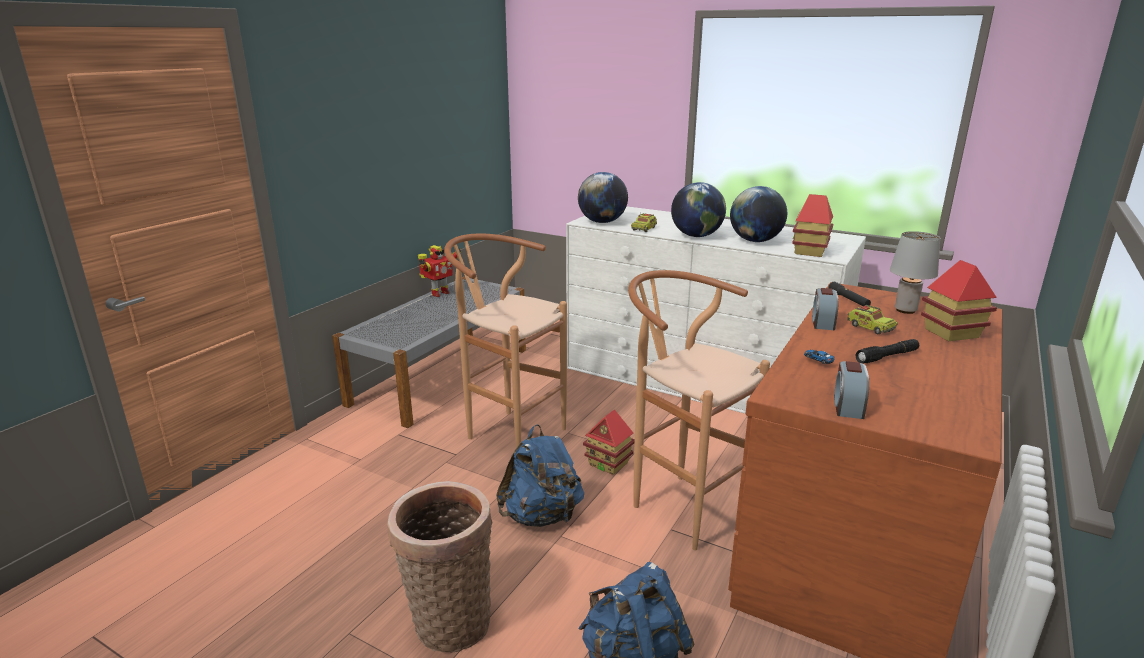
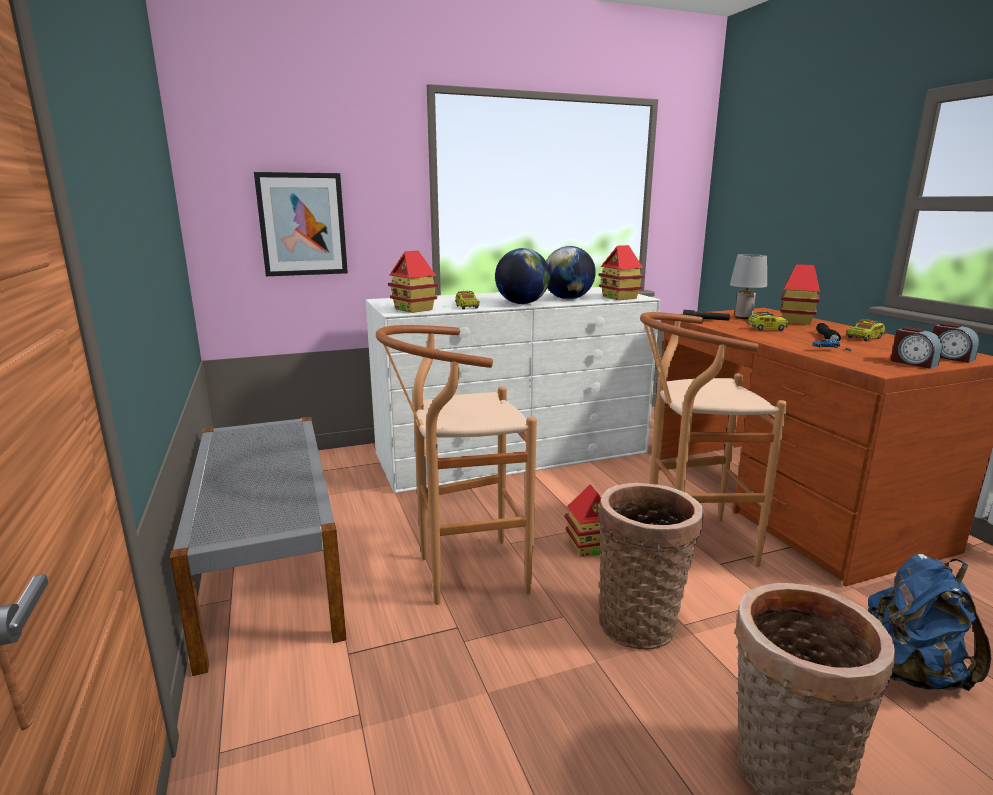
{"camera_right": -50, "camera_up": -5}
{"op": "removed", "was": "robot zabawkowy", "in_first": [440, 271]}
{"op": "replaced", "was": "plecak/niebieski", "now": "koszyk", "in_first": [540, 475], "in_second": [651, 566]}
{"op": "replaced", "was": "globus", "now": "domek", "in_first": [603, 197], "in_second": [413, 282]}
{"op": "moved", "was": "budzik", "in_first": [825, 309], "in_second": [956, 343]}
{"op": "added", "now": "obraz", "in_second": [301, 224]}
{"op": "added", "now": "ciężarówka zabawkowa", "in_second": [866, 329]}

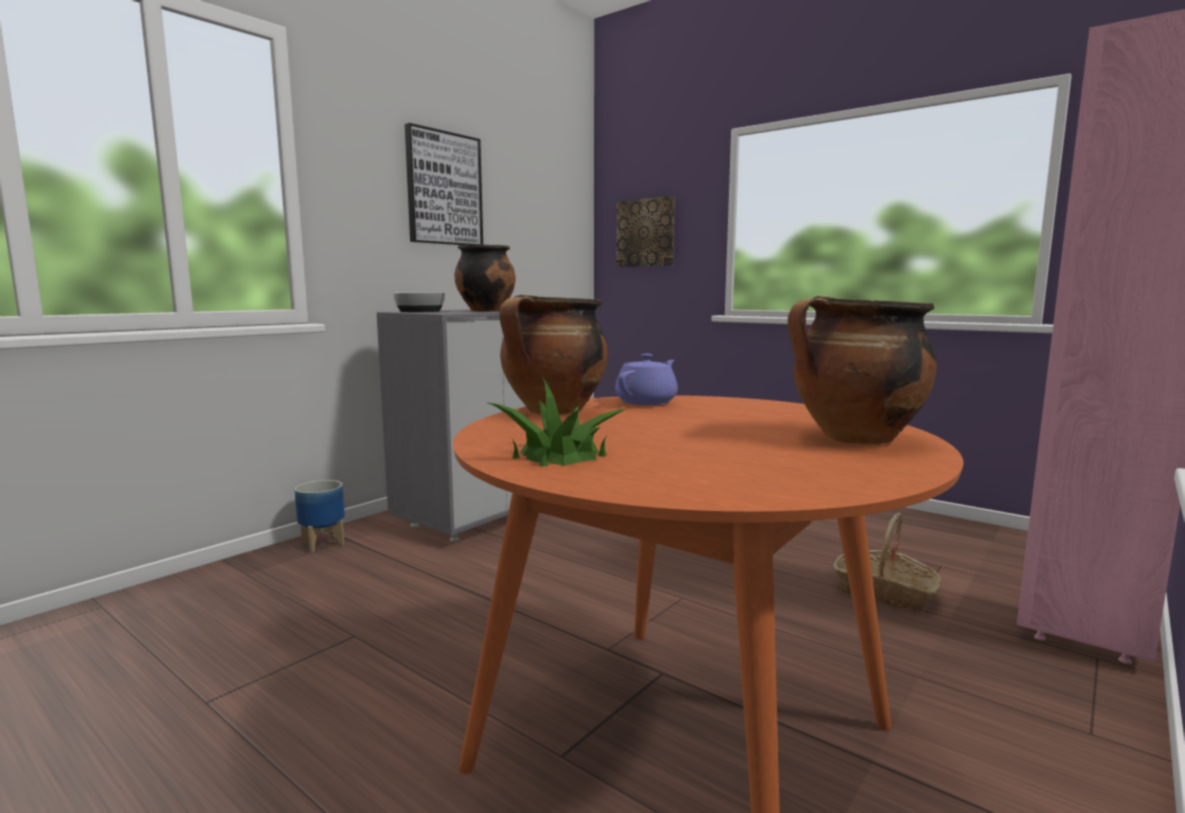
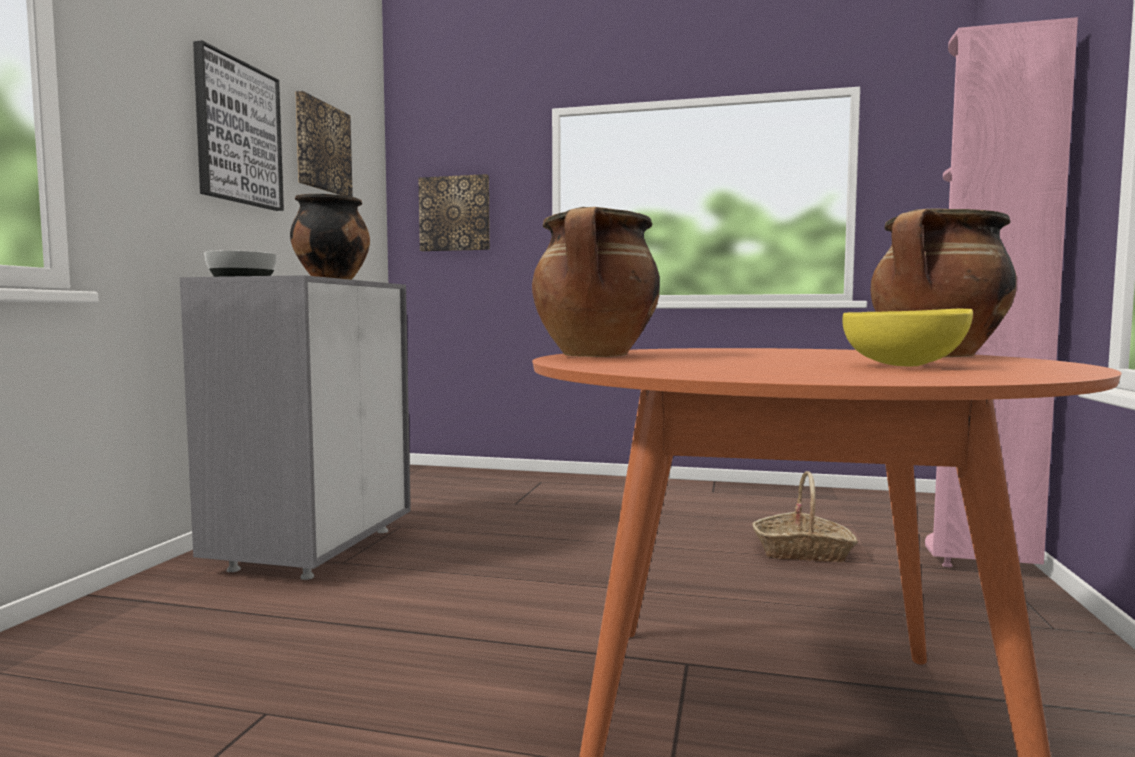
{"camera_right": -25, "camera_up": -5}
{"op": "removed", "was": "donica", "in_first": [320, 516]}
{"op": "removed", "was": "roślina doniczkowa", "in_first": [557, 422]}
{"op": "removed", "was": "imbryk/fioletowy", "in_first": [646, 379]}
{"op": "added", "now": "obraz", "in_second": [324, 144]}
{"op": "added", "now": "miska/żółty", "in_second": [907, 338]}

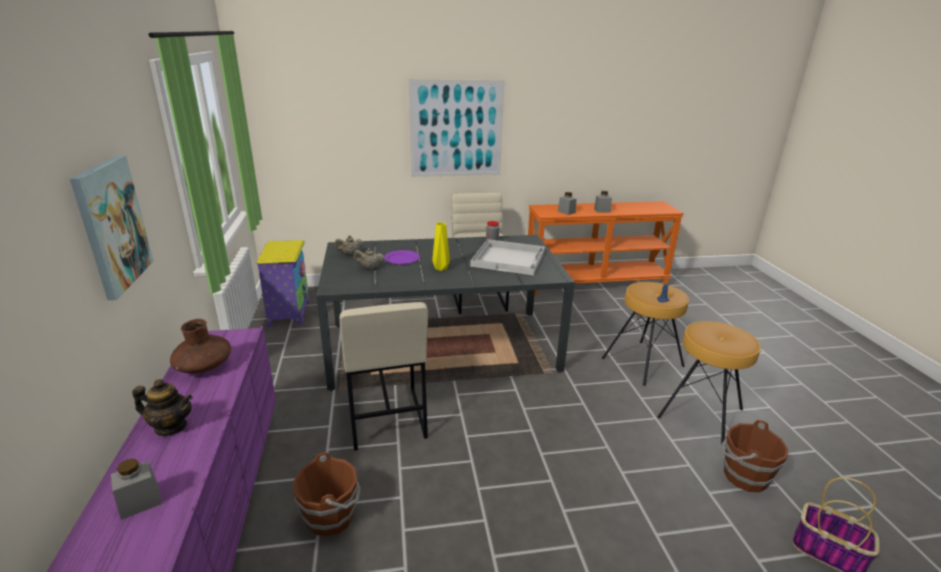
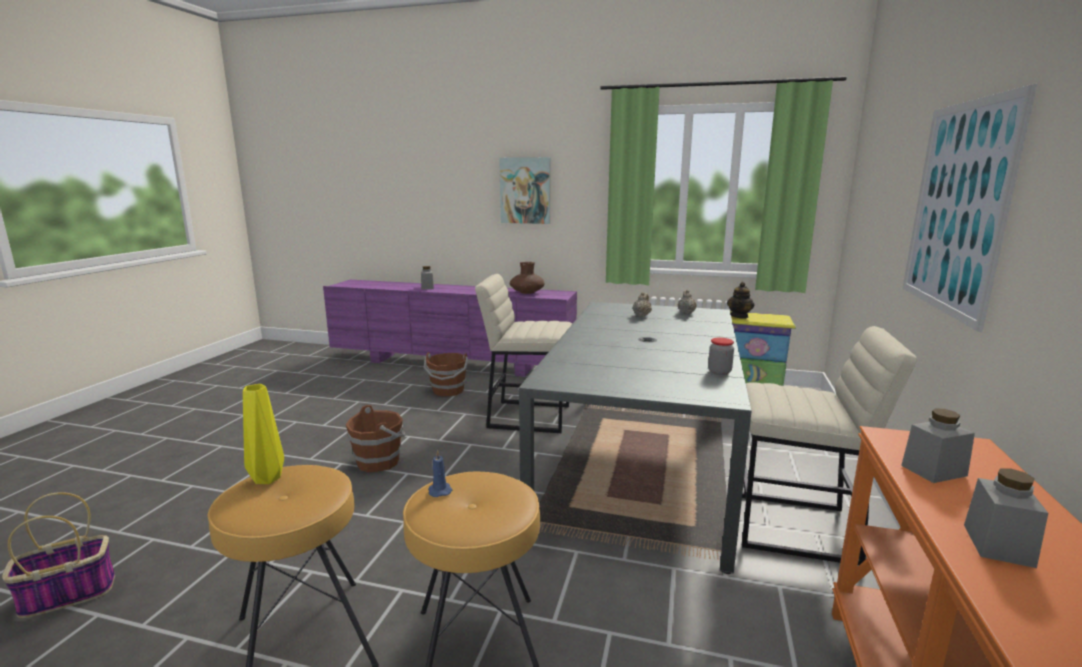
{"camera_right": 115, "camera_up": -10}
{"op": "moved", "was": "imbryk", "in_first": [162, 407], "in_second": [740, 300]}
{"op": "removed", "was": "talerz/fioletowy", "in_first": [402, 257]}
{"op": "moved", "was": "wazon/żółty", "in_first": [441, 246], "in_second": [263, 434]}
{"op": "removed", "was": "taca/biały", "in_first": [507, 257]}
{"op": "moved", "was": "wiadro/brązowy", "in_first": [754, 456], "in_second": [375, 438]}

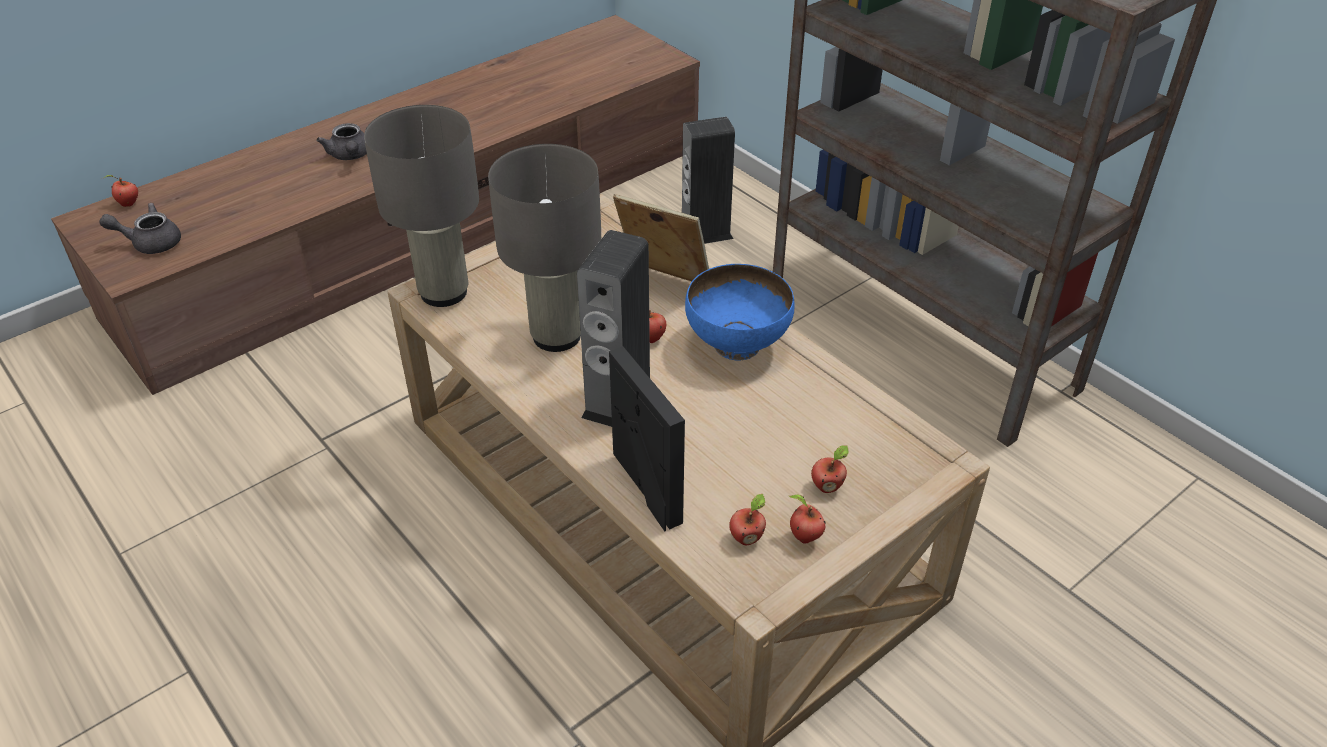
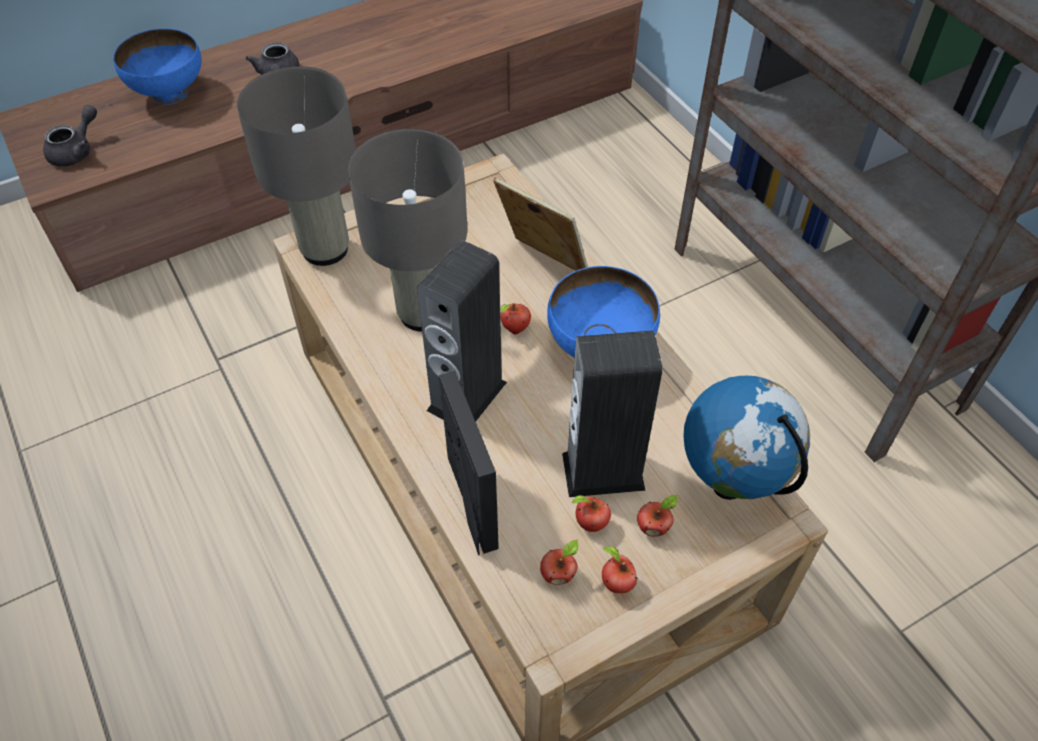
{"camera_right": 10, "camera_up": 10}
{"op": "turned", "was": "imbryk/szary", "in_first": [140, 228], "in_second": [70, 136], "clockwise": 120}
{"op": "moved", "was": "jabłko", "in_first": [121, 191], "in_second": [591, 513]}
{"op": "moved", "was": "głośnik", "in_first": [708, 180], "in_second": [612, 413]}
{"op": "added", "now": "miska/niebieski", "in_second": [157, 66]}
{"op": "added", "now": "globus", "in_second": [746, 438]}

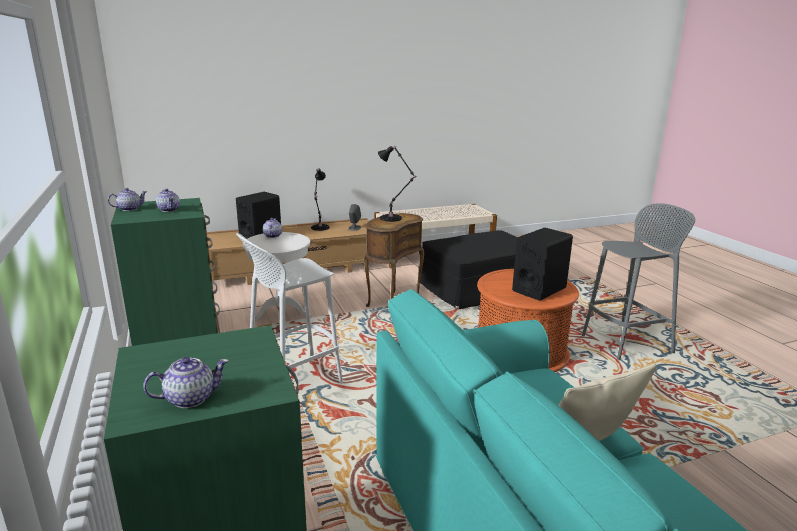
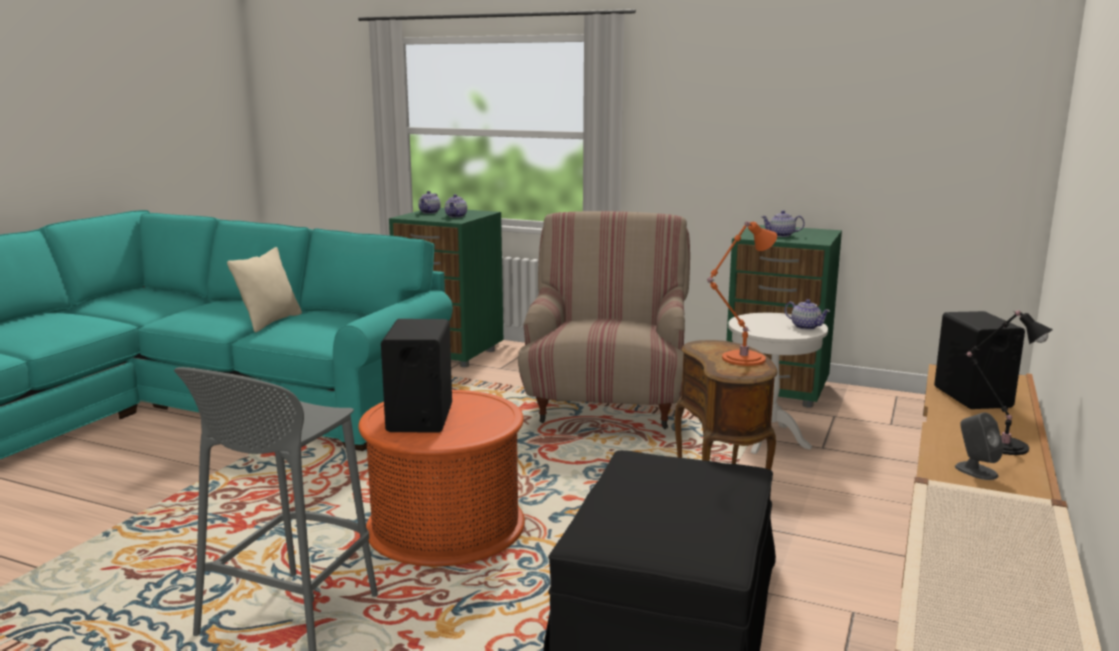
{"camera_right": 135, "camera_up": -5}
{"op": "moved", "was": "imbryk", "in_first": [127, 199], "in_second": [456, 206]}
{"op": "replaced", "was": "stołek/biały", "now": "fotel/beżowy", "in_first": [289, 308], "in_second": [604, 320]}
{"op": "recoloured", "was": "lampa stołowa/czarny", "now": "lampa stołowa/pomarańczowy", "in_first": [397, 184], "in_second": [742, 293]}

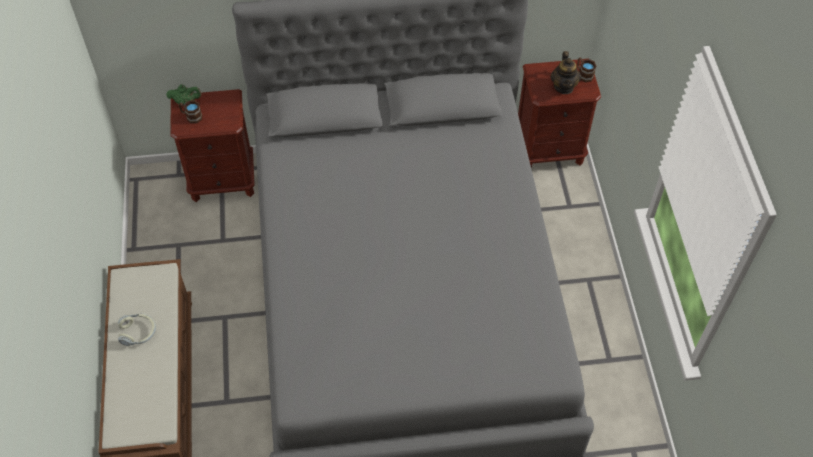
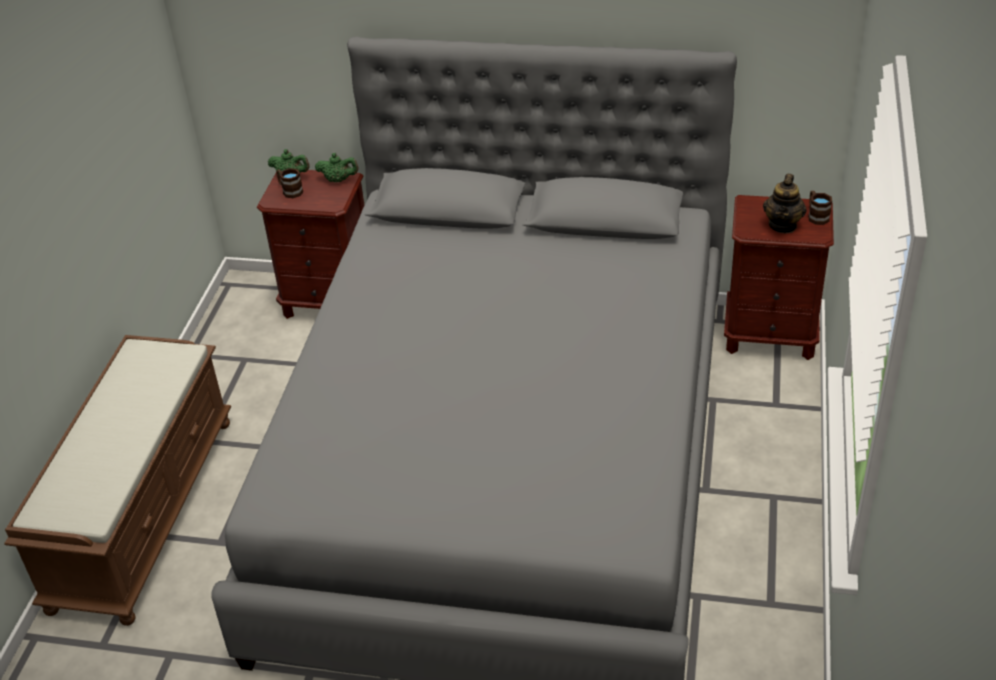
{"camera_right": 20, "camera_up": -15}
{"op": "removed", "was": "słuchawki", "in_first": [137, 329]}
{"op": "added", "now": "imbryk/zielony", "in_second": [337, 167]}

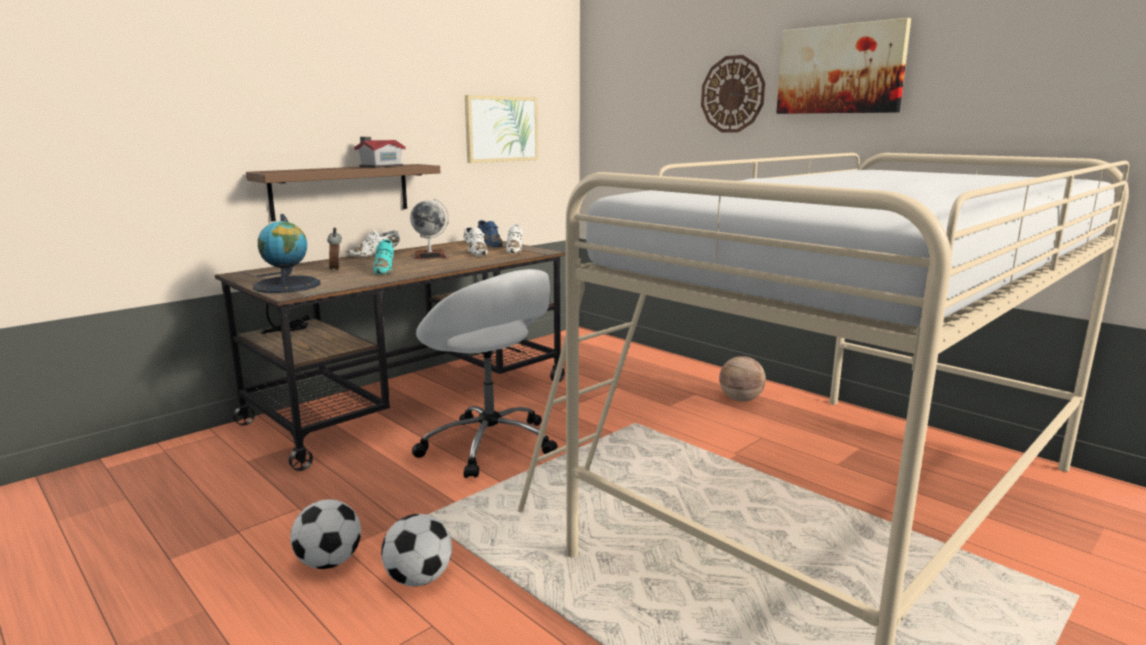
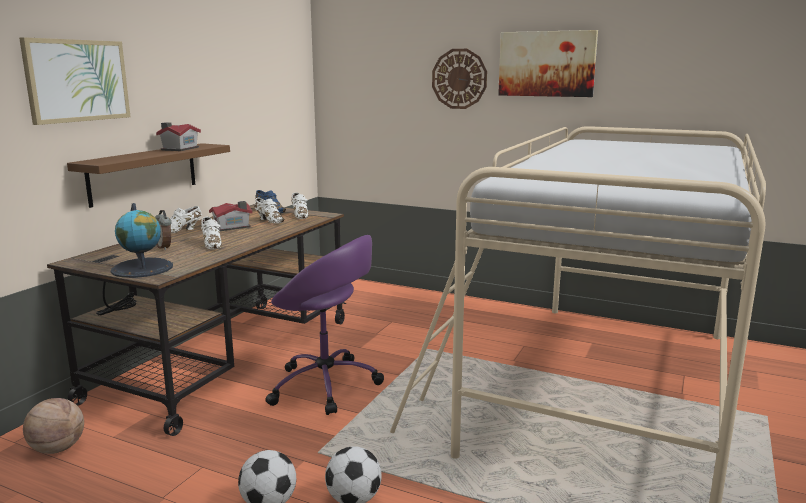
{"camera_right": -20, "camera_up": 0}
{"op": "recoloured", "was": "but/turkusowy", "now": "but/biały", "in_first": [383, 256], "in_second": [211, 233]}
{"op": "replaced", "was": "globus", "now": "domek", "in_first": [429, 228], "in_second": [230, 216]}
{"op": "recoloured", "was": "krzesło biurowe/biały", "now": "krzesło biurowe/fioletowy", "in_first": [485, 373], "in_second": [324, 325]}
{"op": "moved", "was": "obraz", "in_first": [501, 129], "in_second": [74, 81]}
{"op": "moved", "was": "piłka do koszykówki", "in_first": [742, 379], "in_second": [53, 426]}

